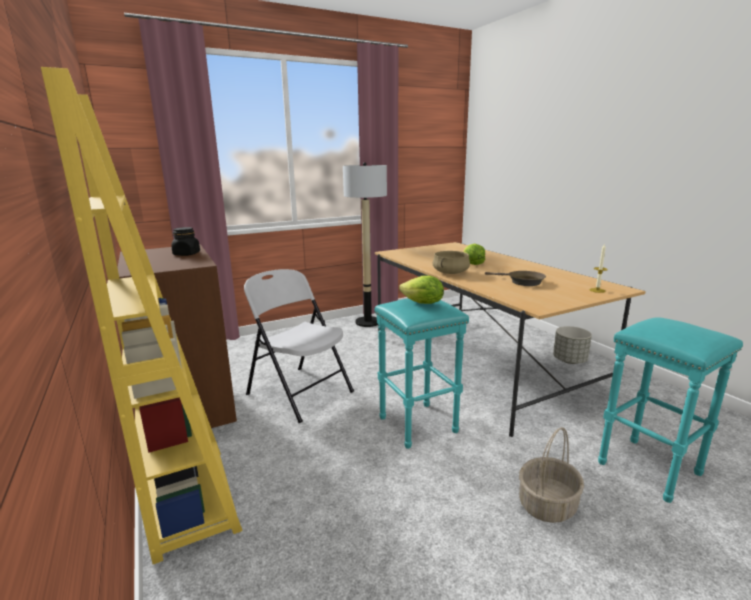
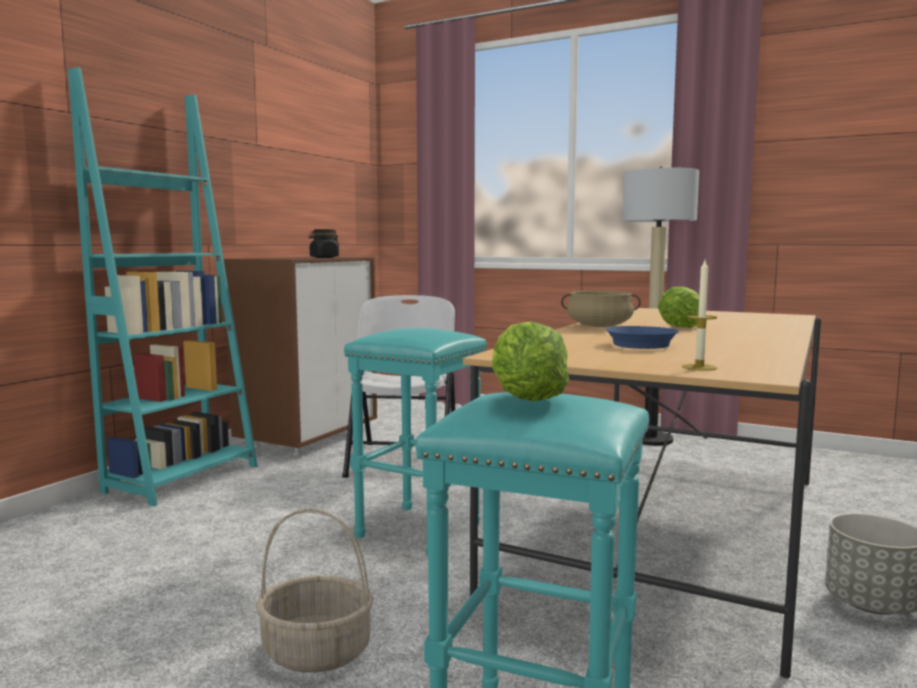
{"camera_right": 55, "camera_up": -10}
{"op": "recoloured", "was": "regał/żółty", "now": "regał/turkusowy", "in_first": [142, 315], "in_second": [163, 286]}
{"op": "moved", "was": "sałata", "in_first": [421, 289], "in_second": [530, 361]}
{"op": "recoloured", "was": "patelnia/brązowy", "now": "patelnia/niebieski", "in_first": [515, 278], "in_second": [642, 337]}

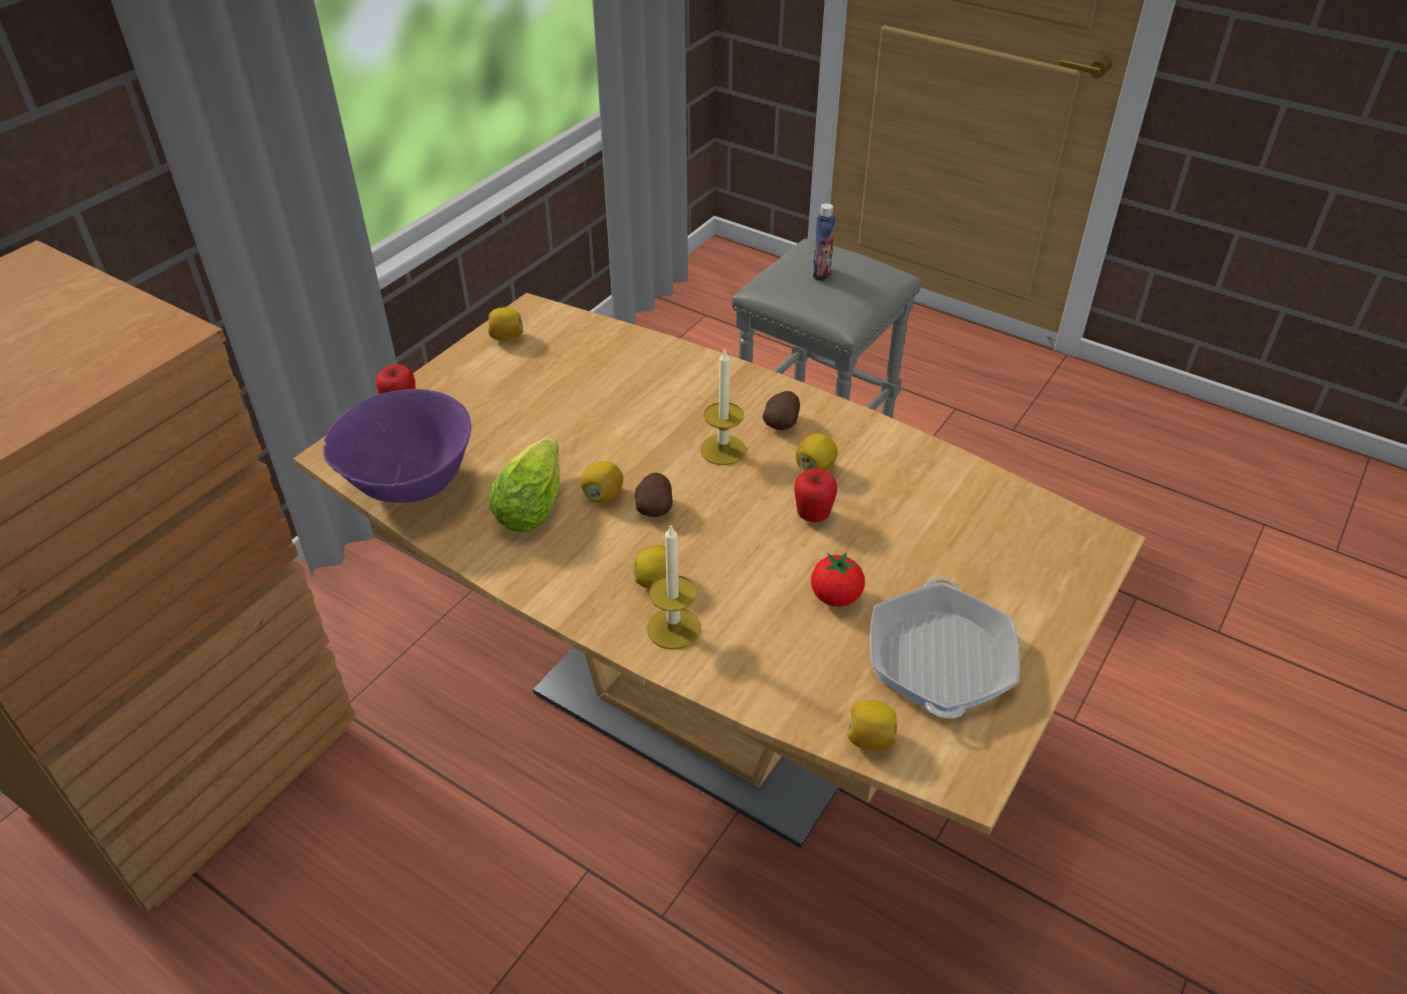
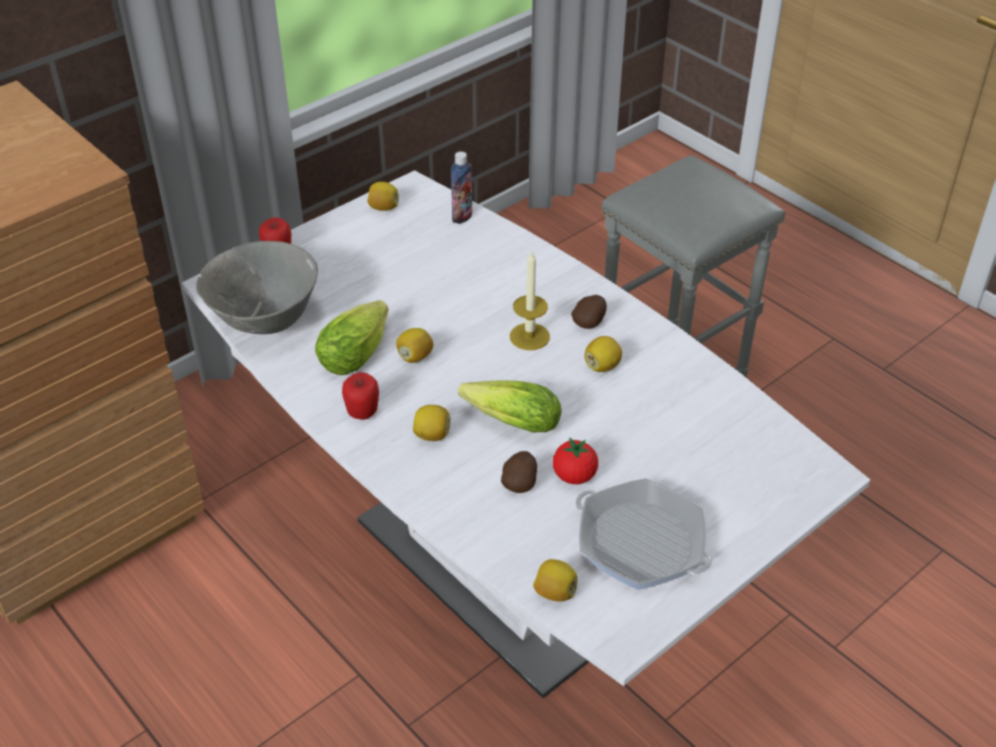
{"camera_right": 15, "camera_up": 0}
{"op": "recoloured", "was": "stół jadalny/brązowy", "now": "stół jadalny/biały", "in_first": [719, 570], "in_second": [526, 434]}
{"op": "recoloured", "was": "miska/fioletowy", "now": "miska/szary", "in_first": [397, 446], "in_second": [257, 287]}
{"op": "moved", "was": "ziemniak", "in_first": [654, 494], "in_second": [519, 472]}
{"op": "removed", "was": "świeca", "in_first": [674, 587]}
{"op": "moved", "was": "jabłko", "in_first": [815, 495], "in_second": [360, 396]}
{"op": "moved", "was": "butelka", "in_first": [824, 242], "in_second": [461, 188]}
{"op": "turned", "was": "patelnia", "in_first": [945, 648], "in_second": [644, 534], "clockwise": -75}
{"op": "added", "now": "sałata", "in_second": [510, 406]}

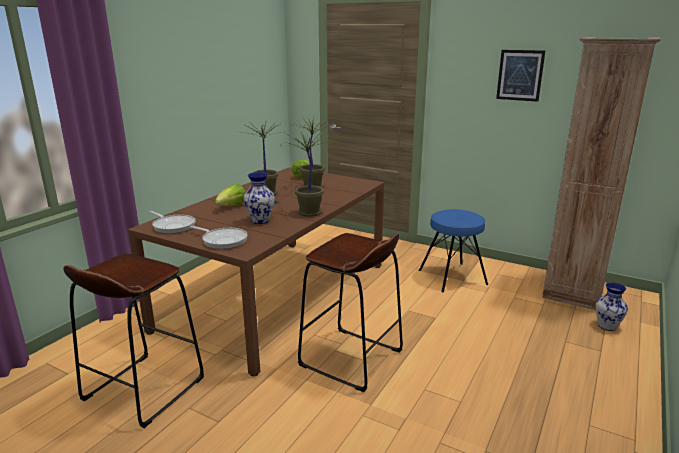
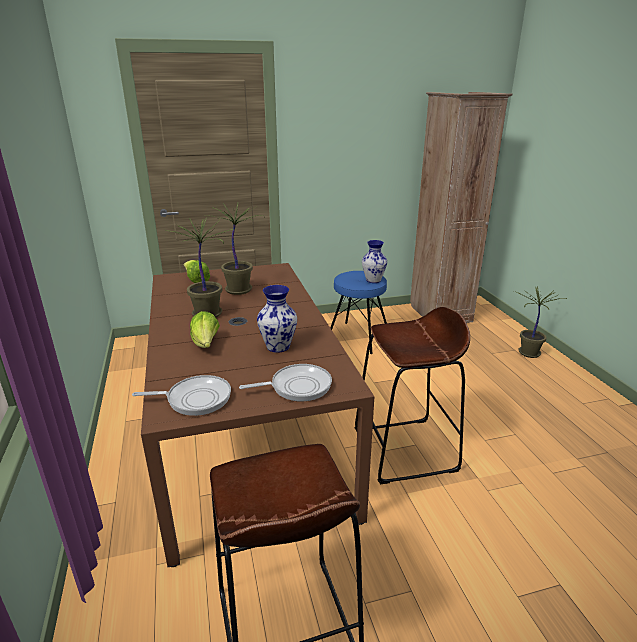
{"camera_right": -45, "camera_up": 5}
{"op": "moved", "was": "roślina doniczkowa", "in_first": [307, 174], "in_second": [540, 322]}
{"op": "removed", "was": "obraz", "in_first": [520, 76]}
{"op": "moved", "was": "wazon", "in_first": [611, 306], "in_second": [374, 261]}

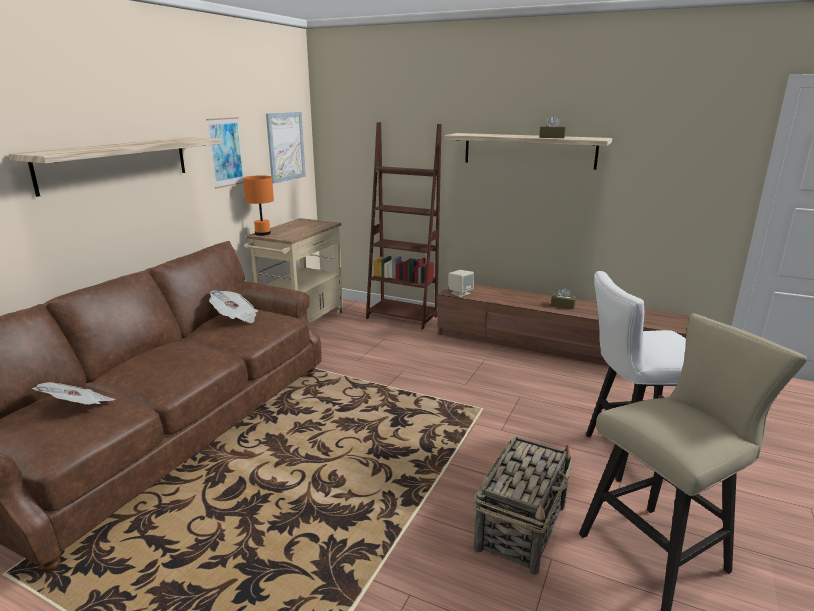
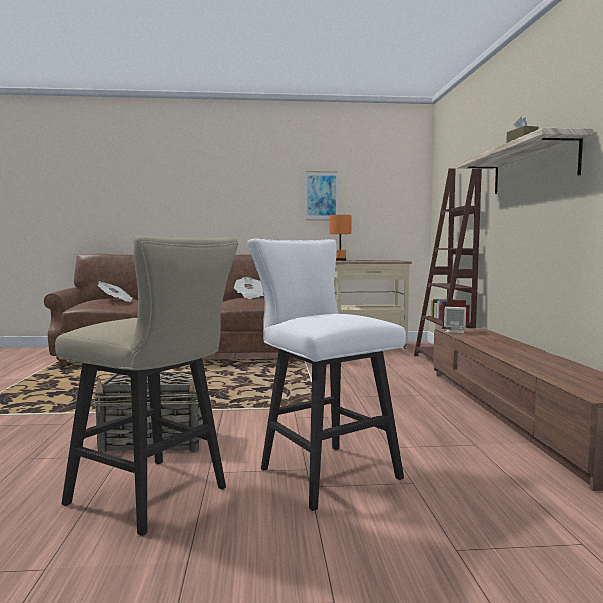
{"camera_right": 60, "camera_up": -15}
{"op": "removed", "was": "półka", "in_first": [115, 167]}
{"op": "removed", "was": "obraz", "in_first": [286, 148]}
{"op": "removed", "was": "pudełko chusteczek/brązowy", "in_first": [563, 298]}

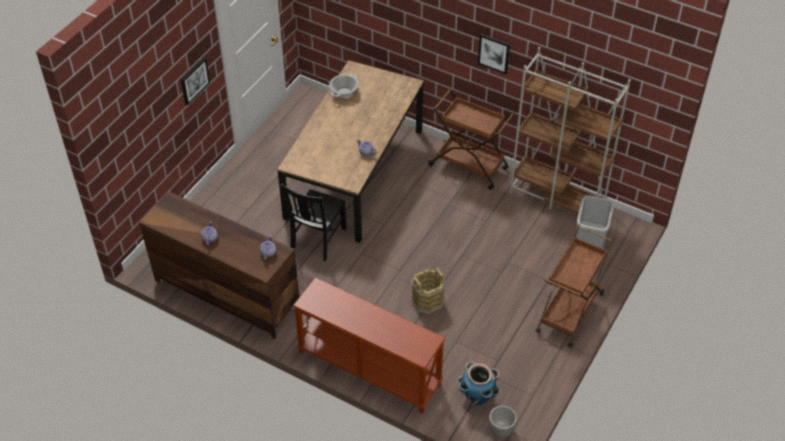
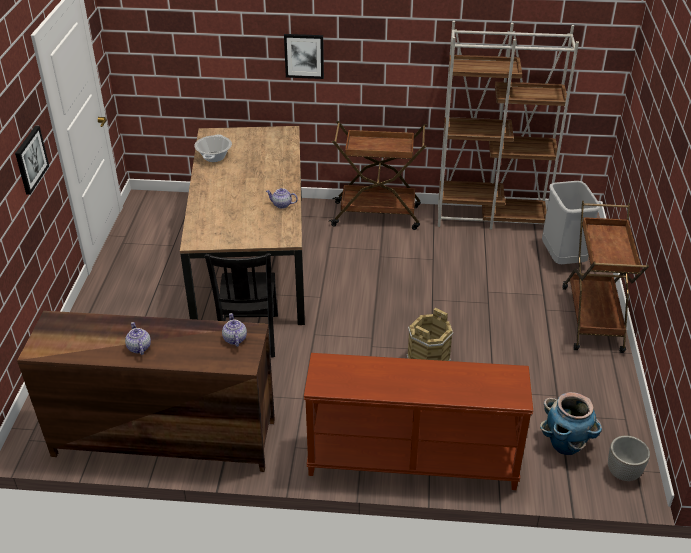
{"camera_right": -25, "camera_up": -10}
{"op": "moved", "was": "obraz", "in_first": [494, 54], "in_second": [304, 56]}

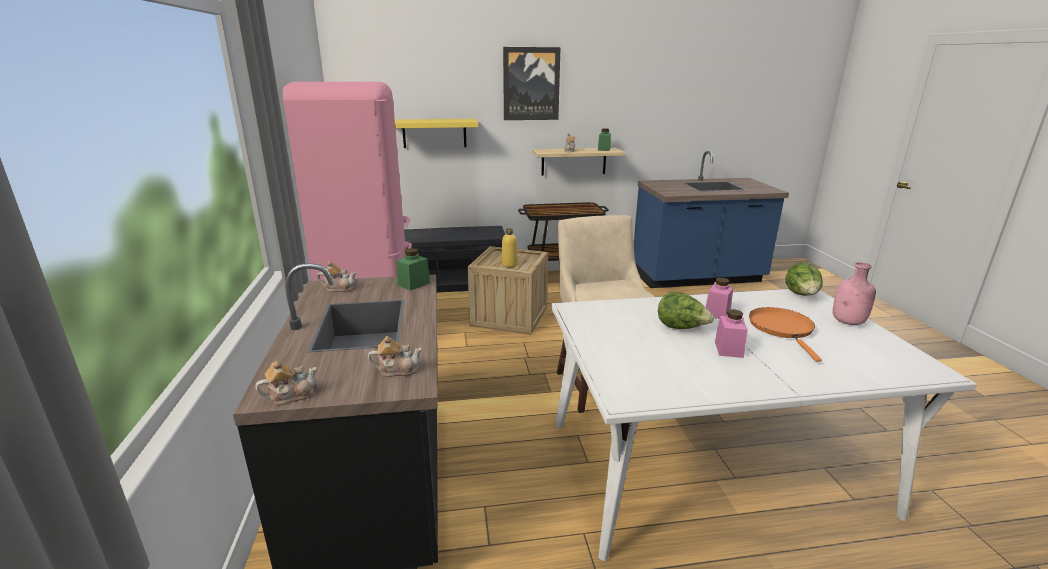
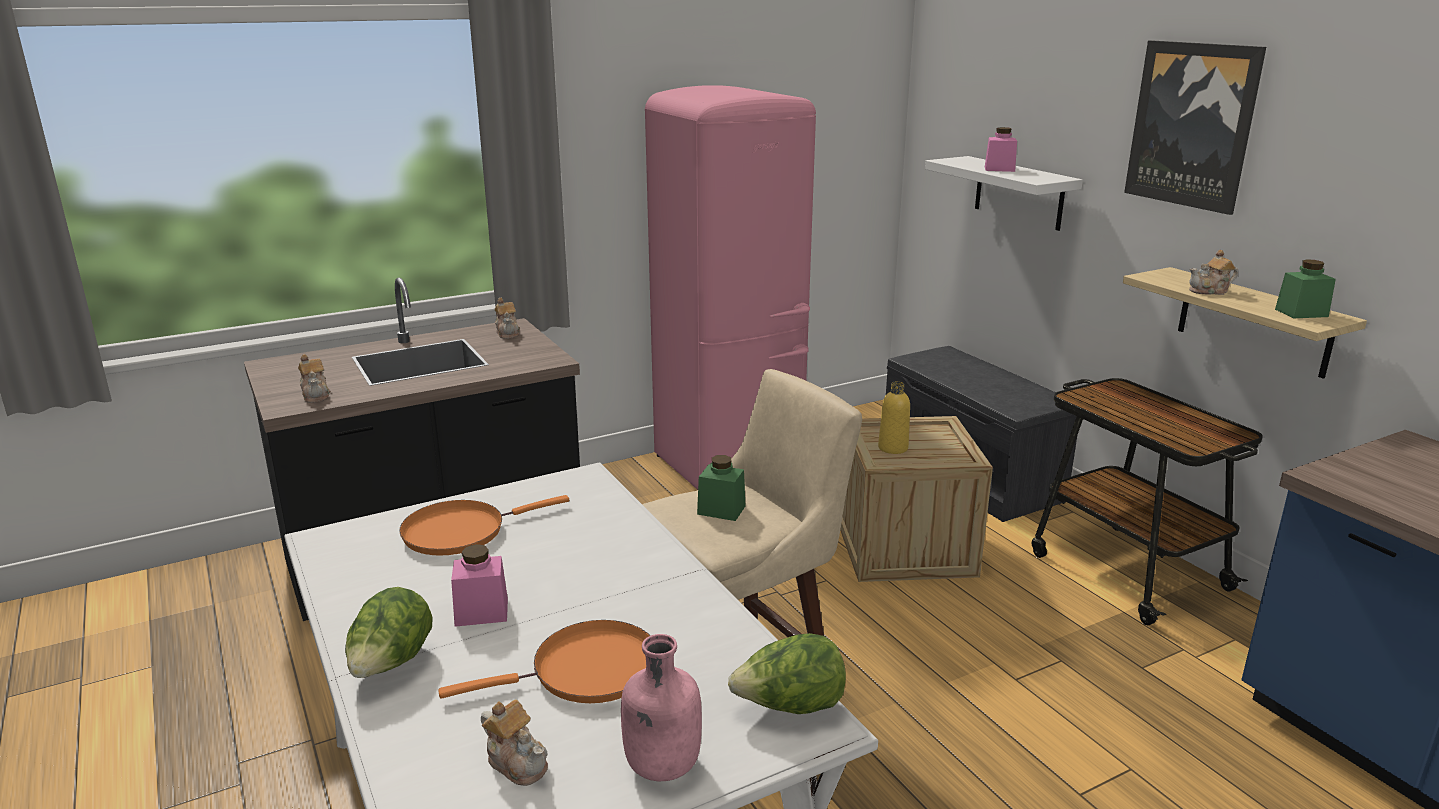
{"camera_right": 70, "camera_up": 0}
{"op": "moved", "was": "imbryk", "in_first": [286, 383], "in_second": [514, 742]}
{"op": "recoloured", "was": "półka/żółty", "now": "półka/biały", "in_first": [436, 133], "in_second": [1004, 193]}
{"op": "moved", "was": "słoik/zielony", "in_first": [413, 269], "in_second": [721, 488]}
{"op": "moved", "was": "sałata", "in_first": [686, 310], "in_second": [389, 632]}
{"op": "moved", "was": "słoik/różowy", "in_first": [719, 298], "in_second": [1001, 149]}
{"op": "added", "now": "patelnia/pomarańczowy", "in_second": [484, 525]}

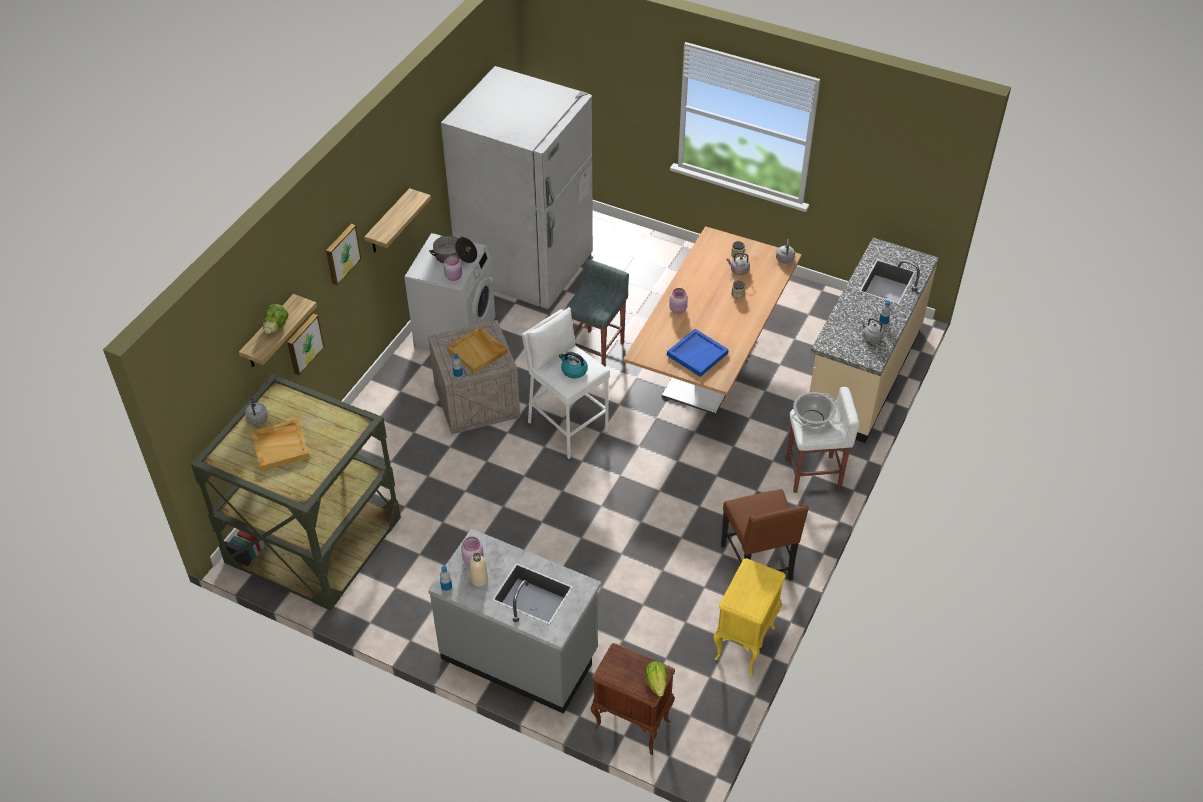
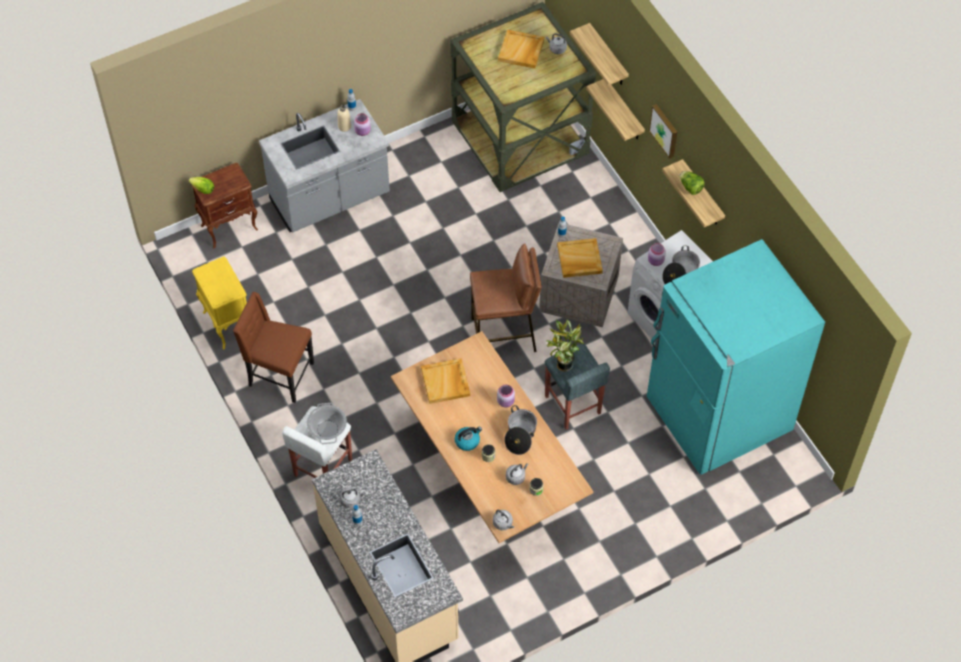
{"camera_right": 125, "camera_up": 10}
{"op": "moved", "was": "sałata", "in_first": [276, 319], "in_second": [692, 183]}
{"op": "replaced", "was": "obraz", "now": "półka", "in_first": [306, 344], "in_second": [615, 110]}
{"op": "recoloured", "was": "lodówka/biały", "now": "lodówka/turkusowy", "in_first": [517, 187], "in_second": [736, 357]}
{"op": "recoloured", "was": "stołek/biały", "now": "stołek/brązowy", "in_first": [566, 383], "in_second": [506, 298]}
{"op": "moved", "was": "czajnik", "in_first": [573, 365], "in_second": [468, 439]}
{"op": "recoloured", "was": "taca/niebieski", "now": "taca/beżowy", "in_first": [698, 353], "in_second": [445, 381]}
{"op": "added", "now": "garnek", "in_second": [520, 430]}
{"op": "added", "now": "roślina doniczkowa", "in_second": [565, 345]}

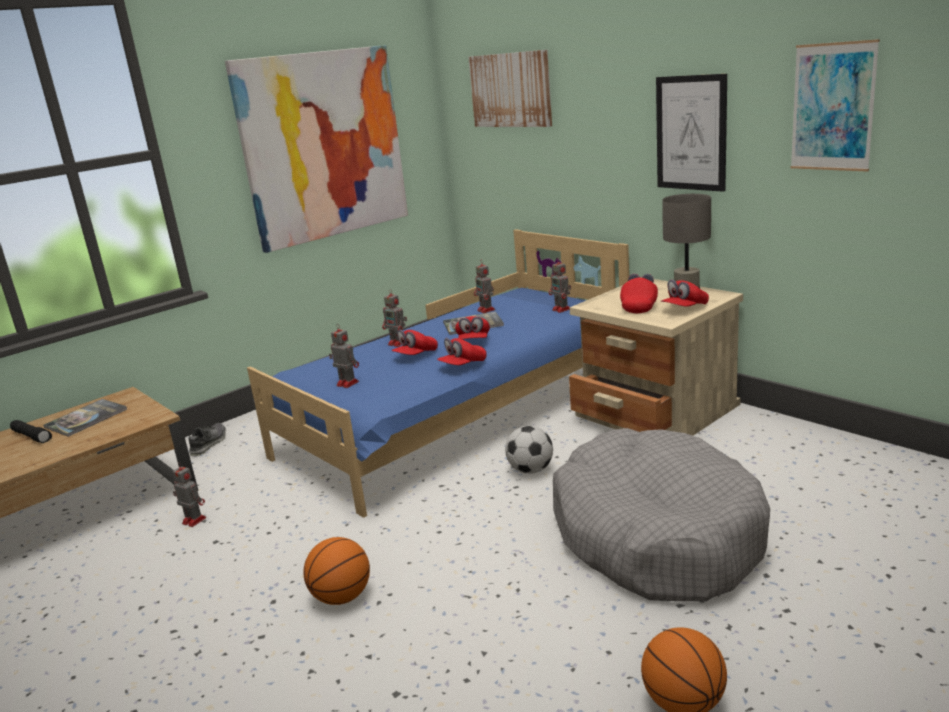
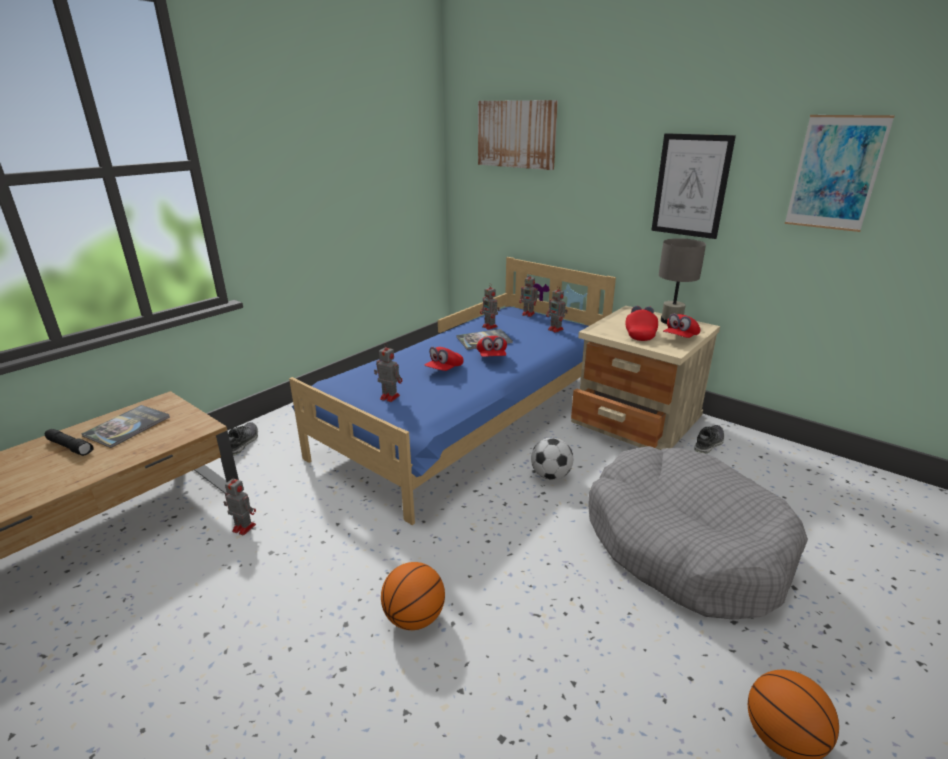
{"camera_right": -10, "camera_up": 5}
{"op": "removed", "was": "obraz", "in_first": [316, 149]}
{"op": "moved", "was": "robot zabawkowy", "in_first": [394, 318], "in_second": [529, 295]}
{"op": "removed", "was": "czapka z daszkiem/czerwony", "in_first": [462, 351]}
{"op": "added", "now": "but", "in_second": [709, 439]}

